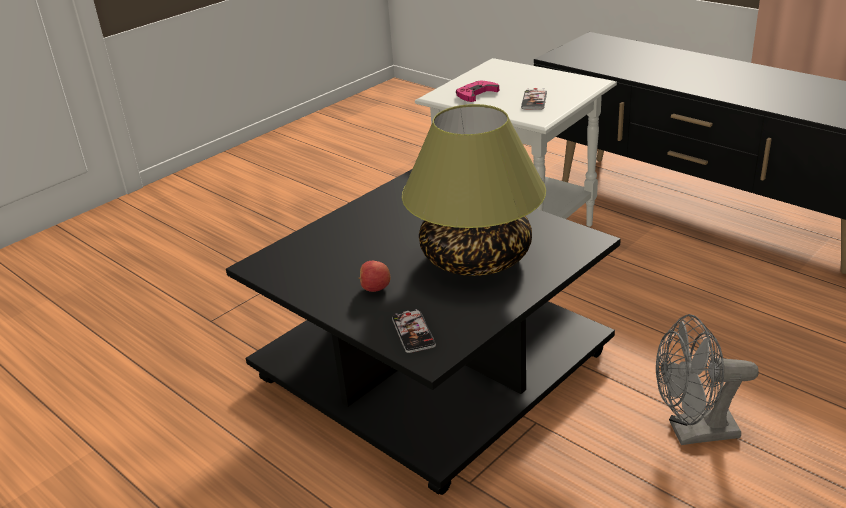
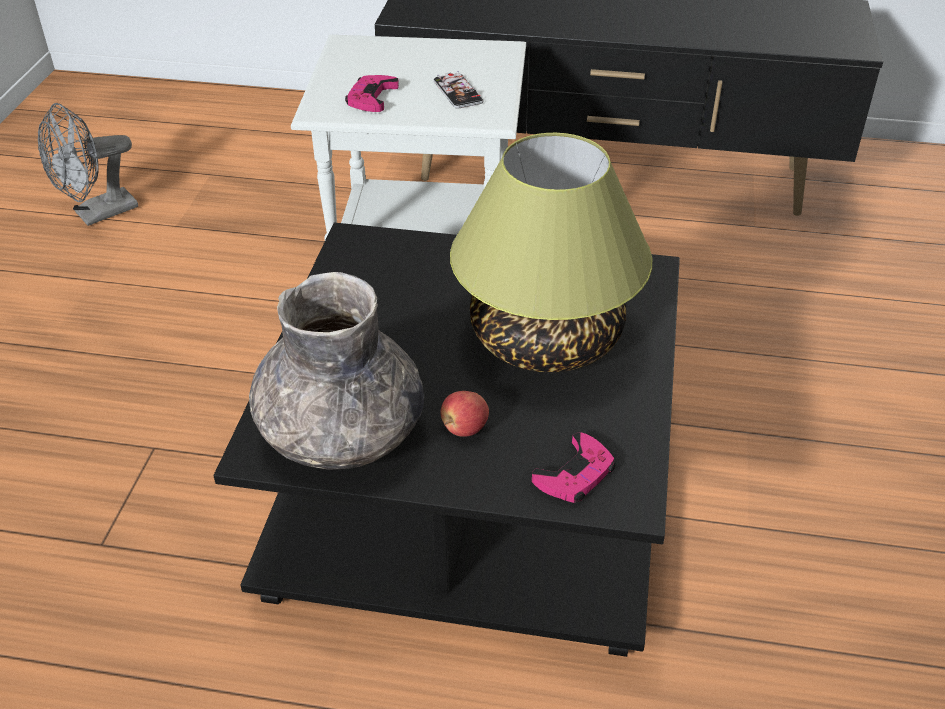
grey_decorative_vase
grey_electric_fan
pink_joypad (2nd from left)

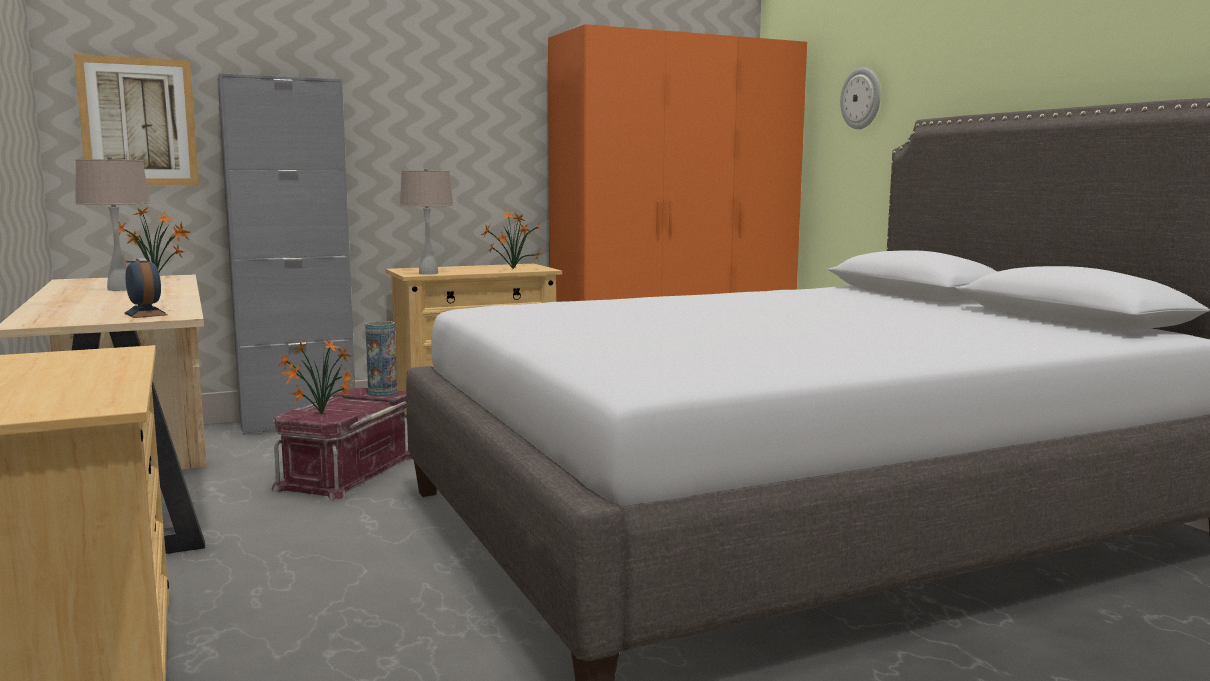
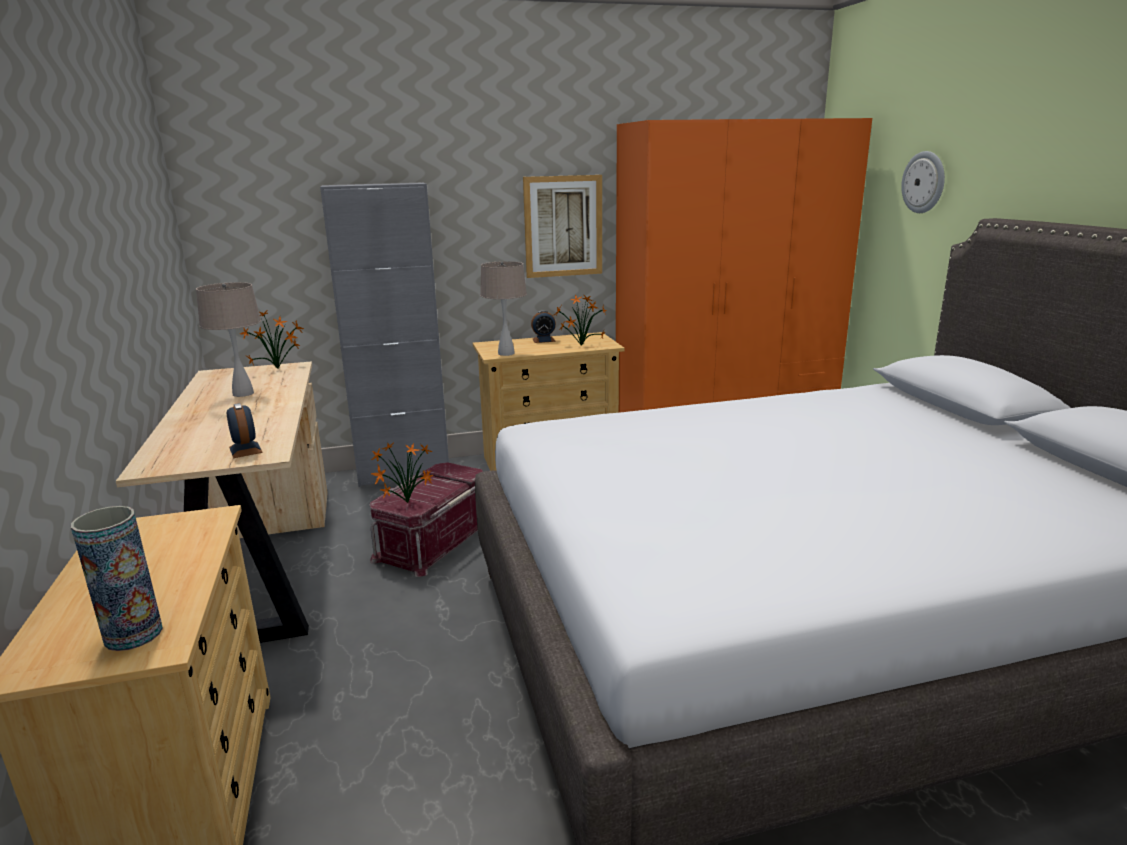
bedside_clock (2nd from left)
picture
decorative_vase

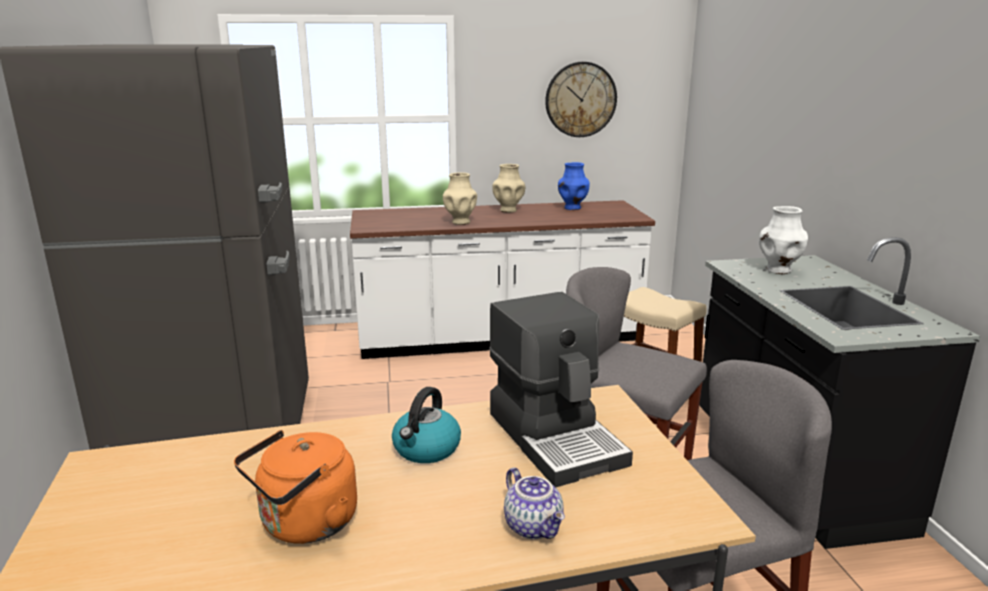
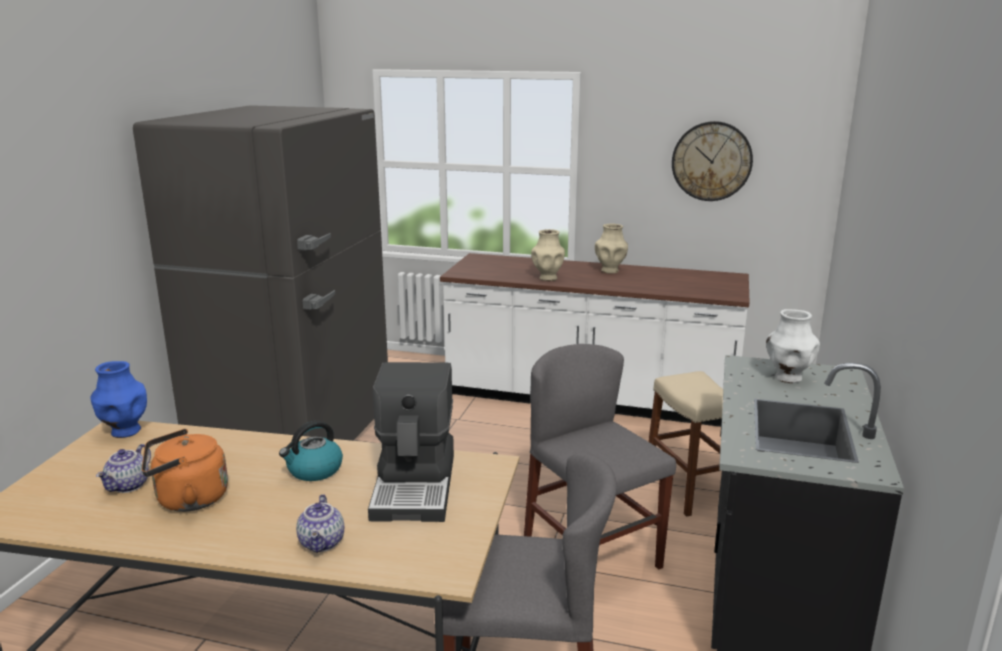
tea_pot (1st from left)
blue-coloured_decorative_vase

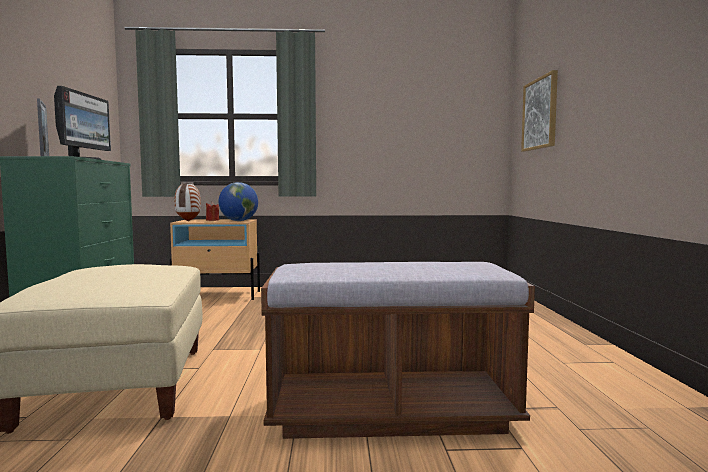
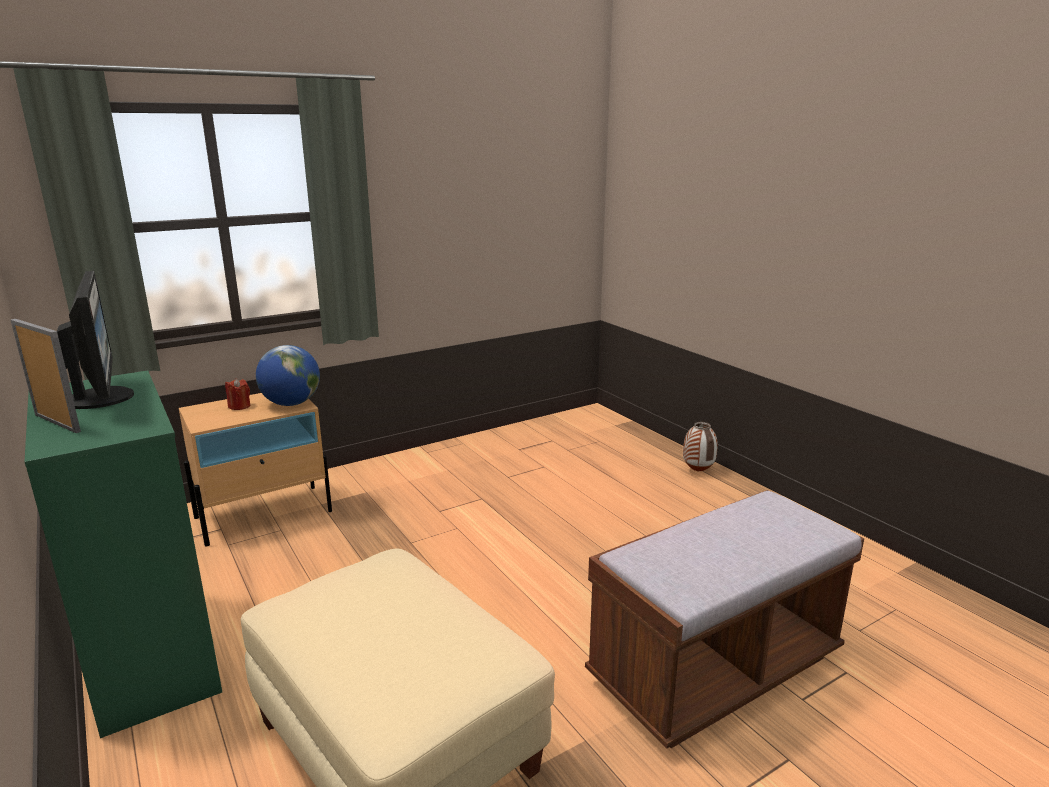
picture
decorative_vase

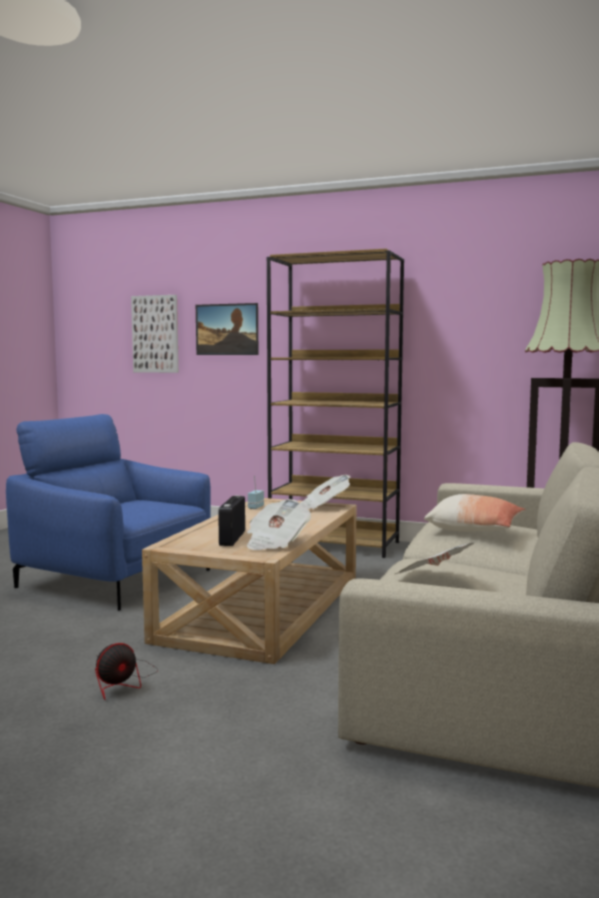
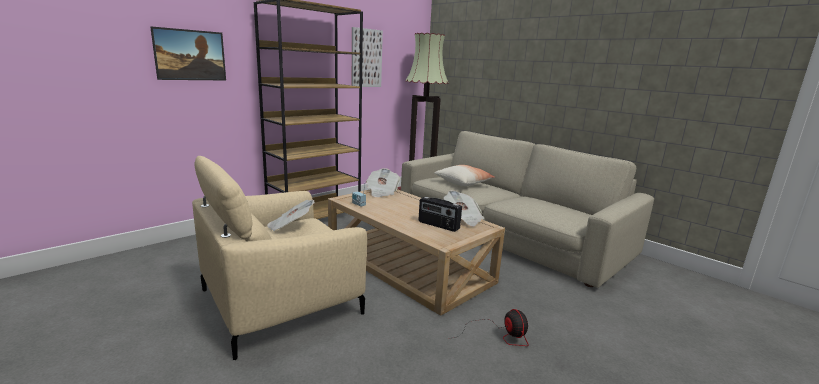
picture (2nd from left)
newspaper (1st from left)
sand-coloured_armchair

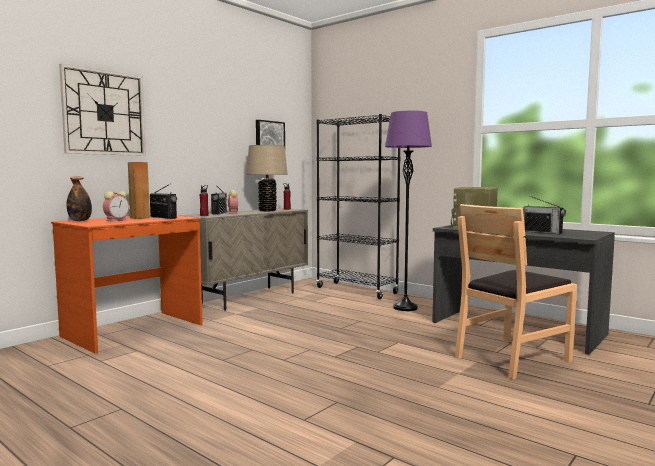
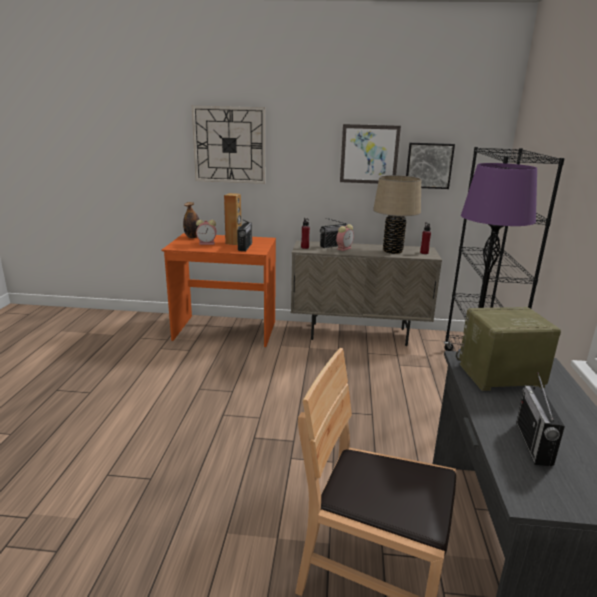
picture (1st from left)

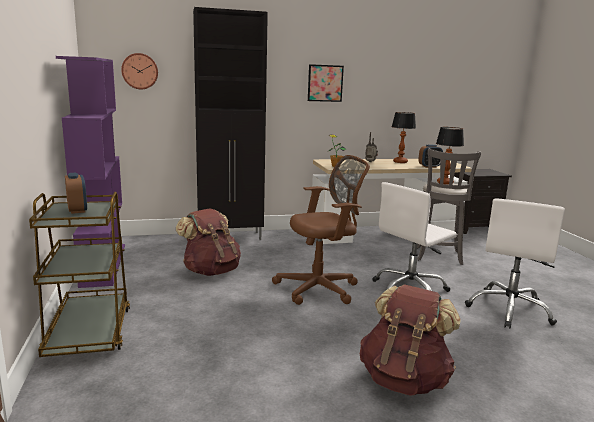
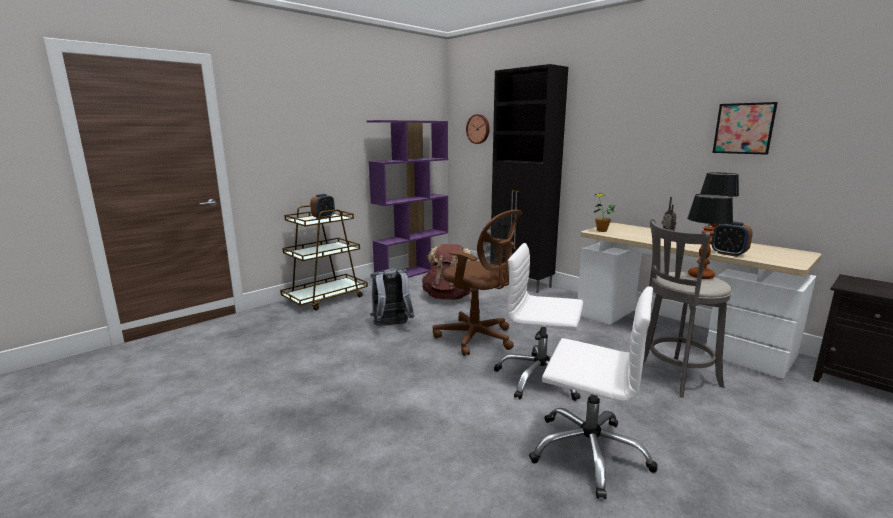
brown_backpack (2nd from left in the first image)
grey_backpack
picture
whitish_desk_chair (2nd from left)

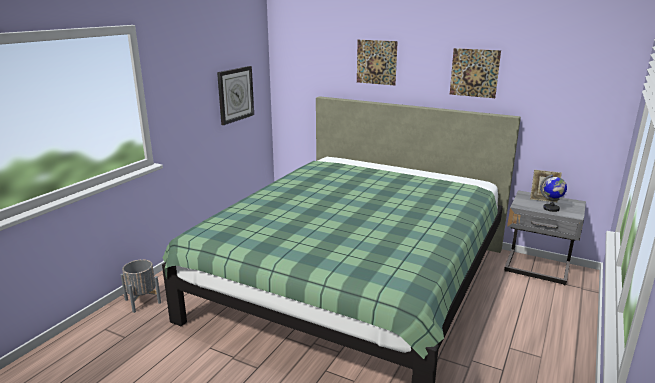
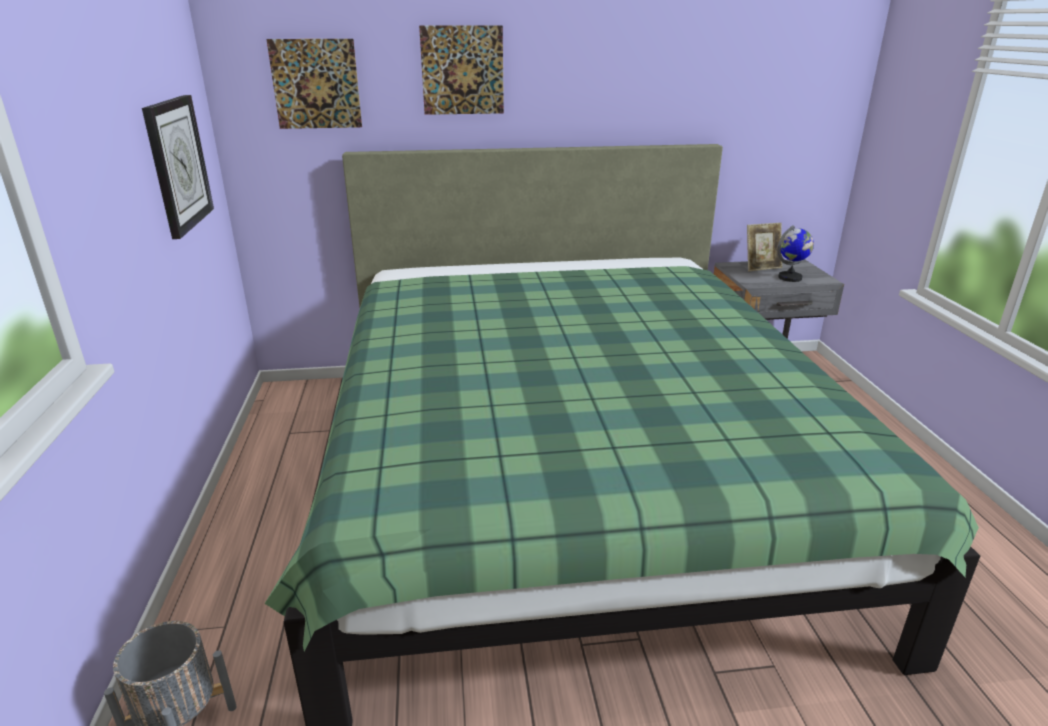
picture (1st from left)

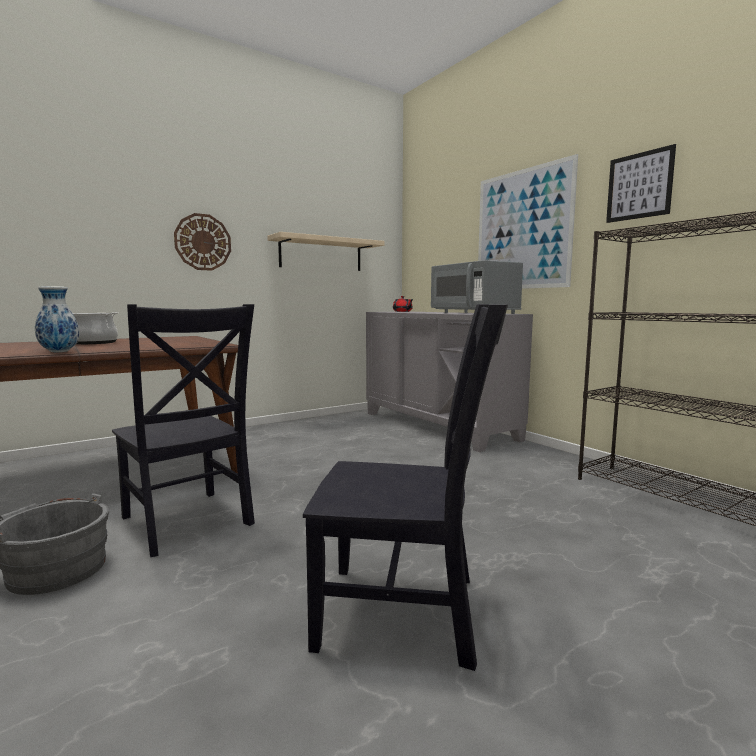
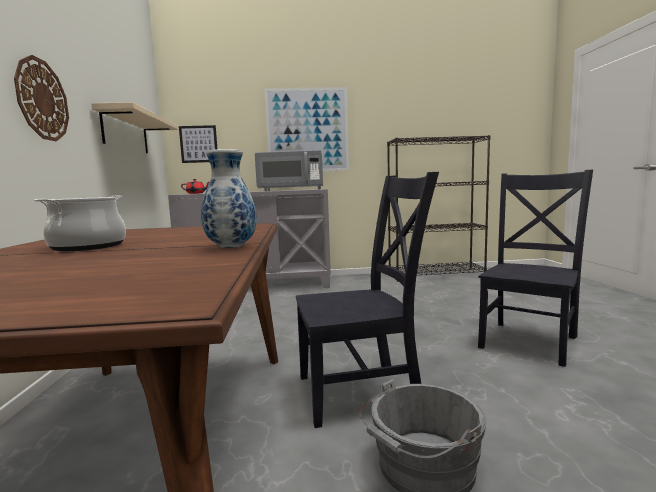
picture (1st from left)

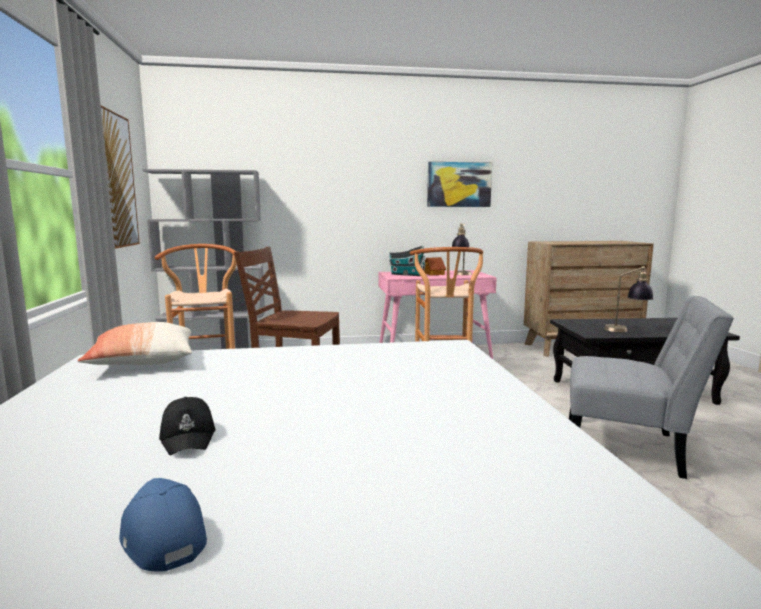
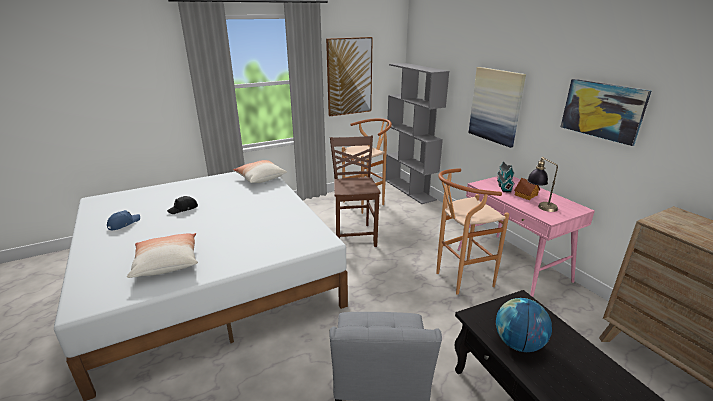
throw_pillow (1st from left)
picture (2nd from left)
desk_globe

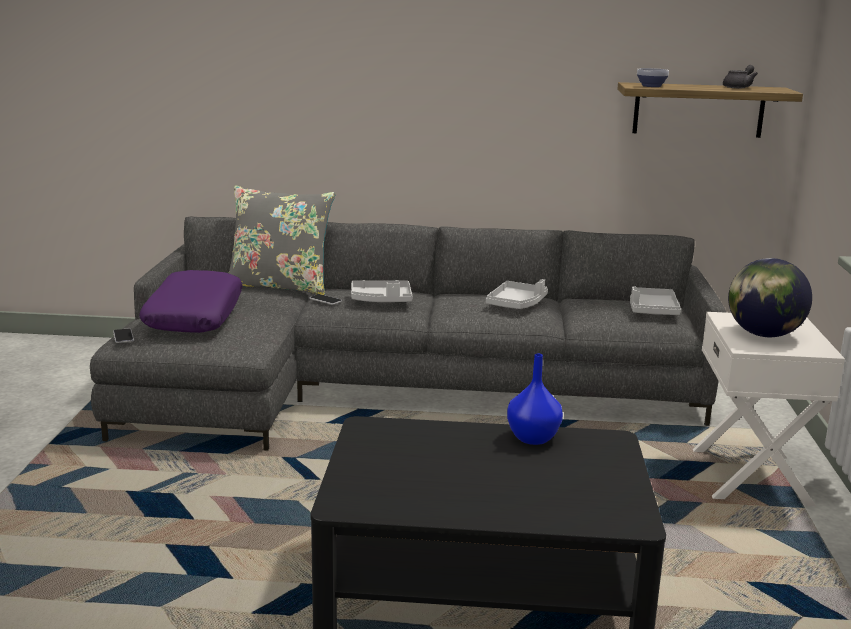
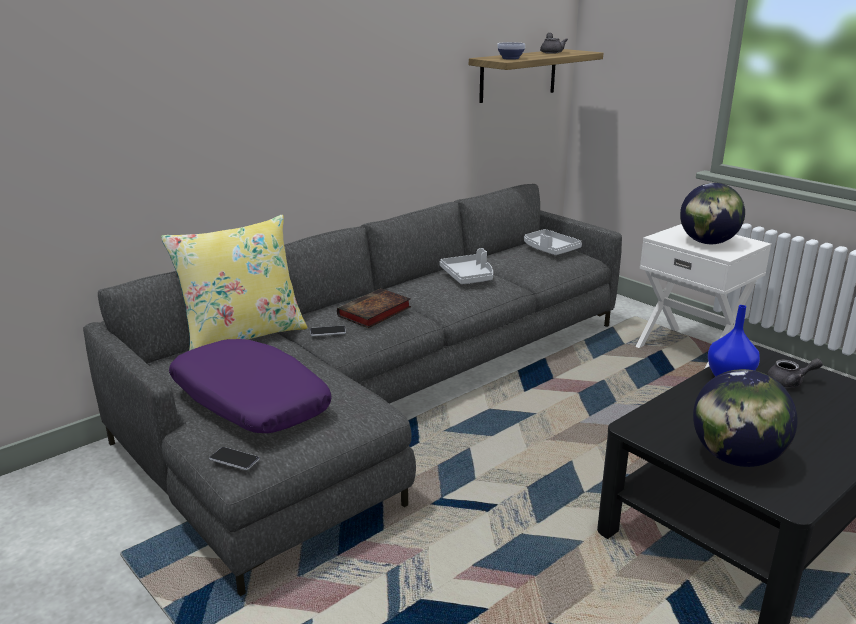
desk_globe (2nd from left)
grey_tea_pot (2nd from left)
volume
yellow_throw_pillow

